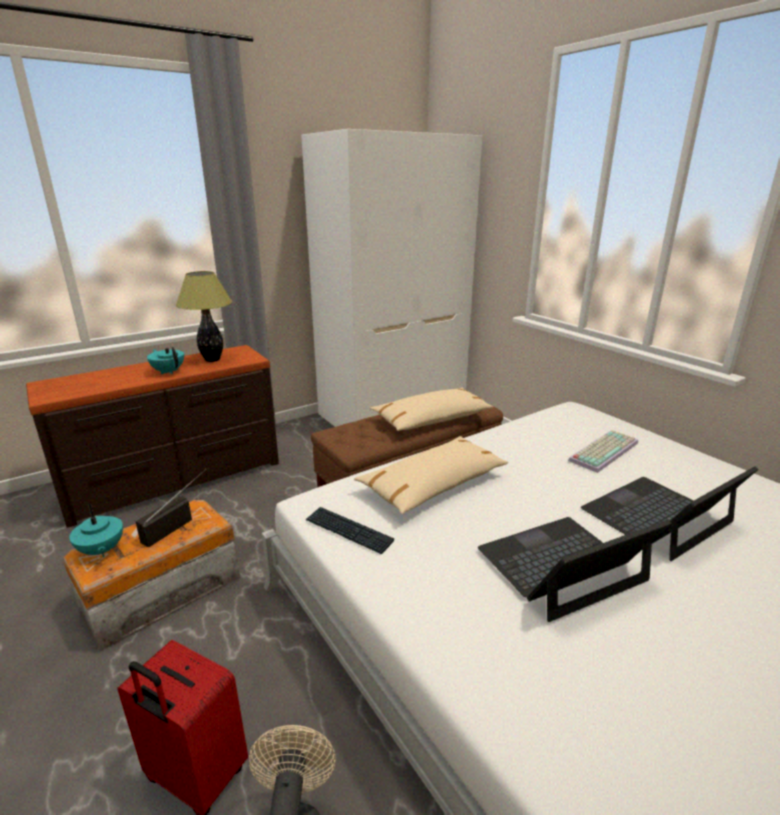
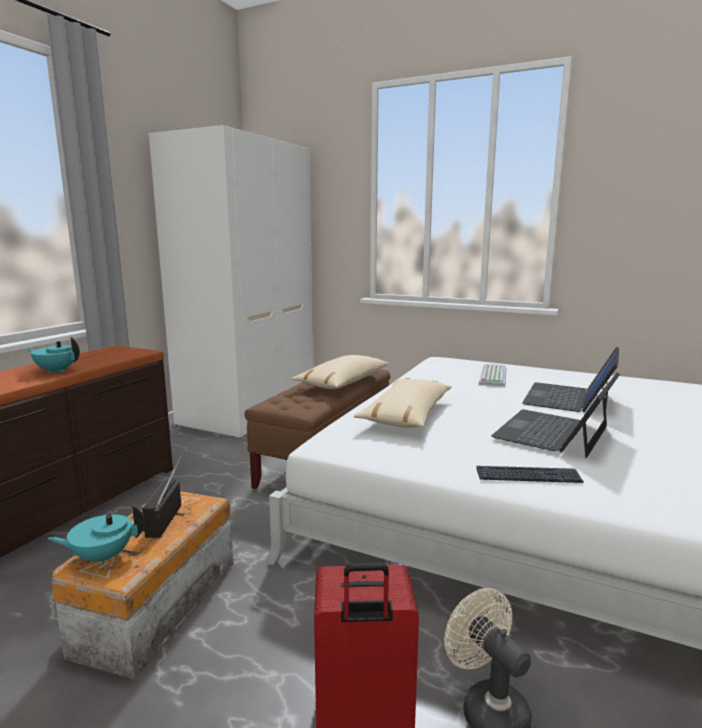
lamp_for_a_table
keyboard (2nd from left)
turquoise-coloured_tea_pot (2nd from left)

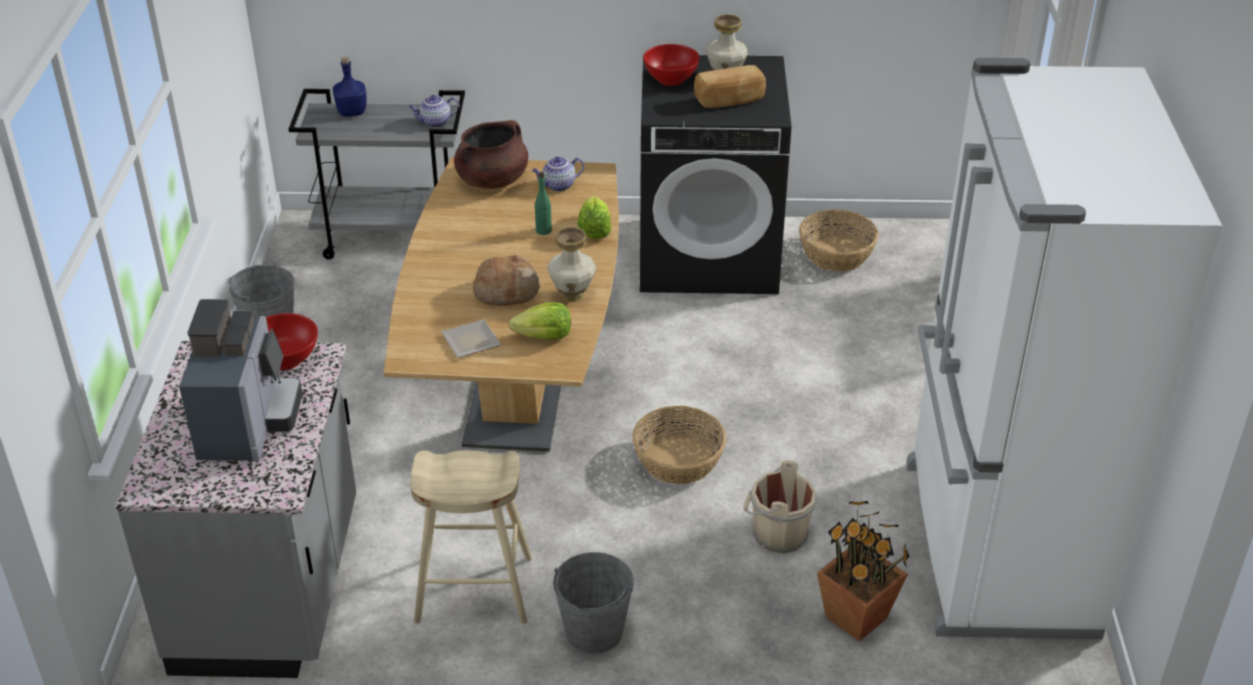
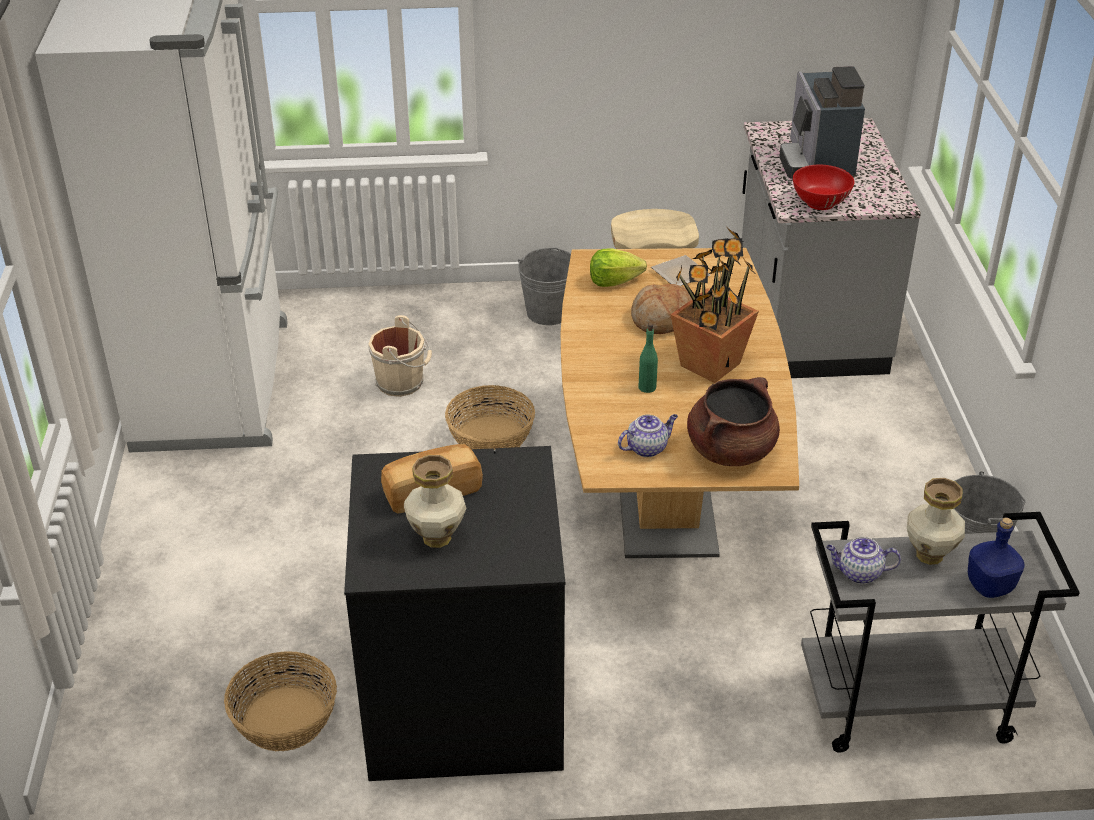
head_of_lettuce (2nd from left in the first image)
reddish_serving_bowl (2nd from left in the first image)
decorative_vase (2nd from left)
plant_in_a_pot
tea_pot (2nd from left)

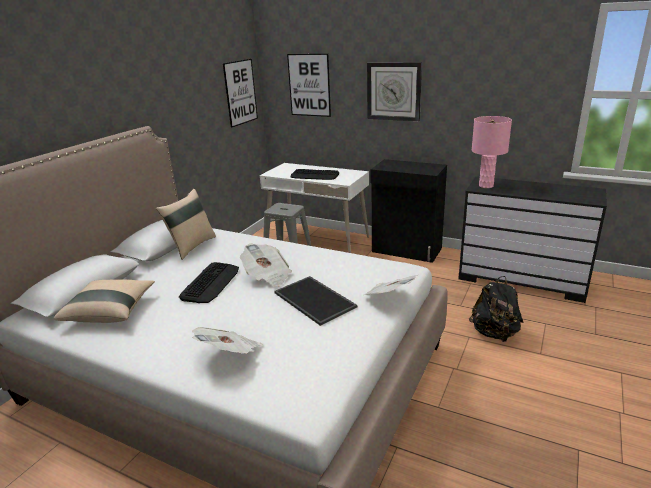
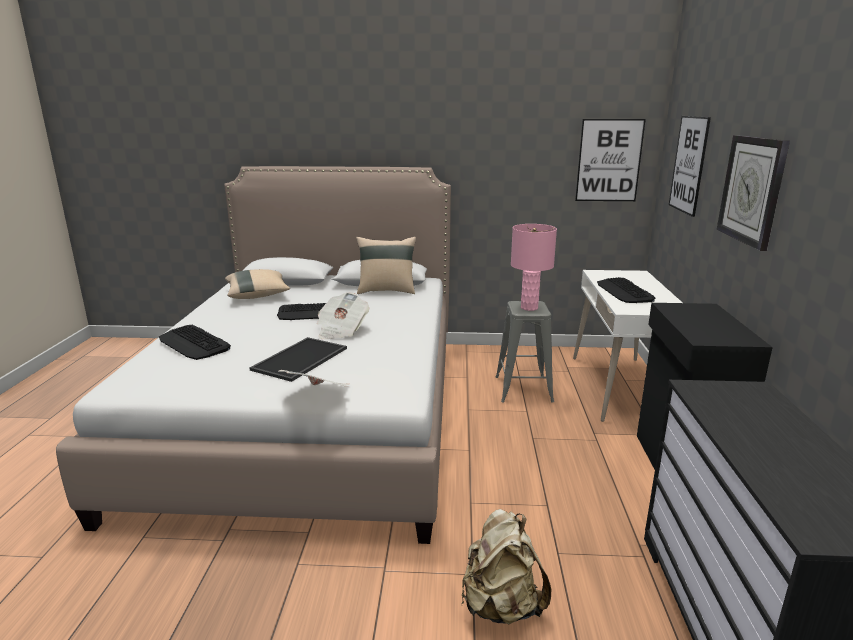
pink_lamp_for_a_table
keyboard (1st from left)
sand-coloured_backpack

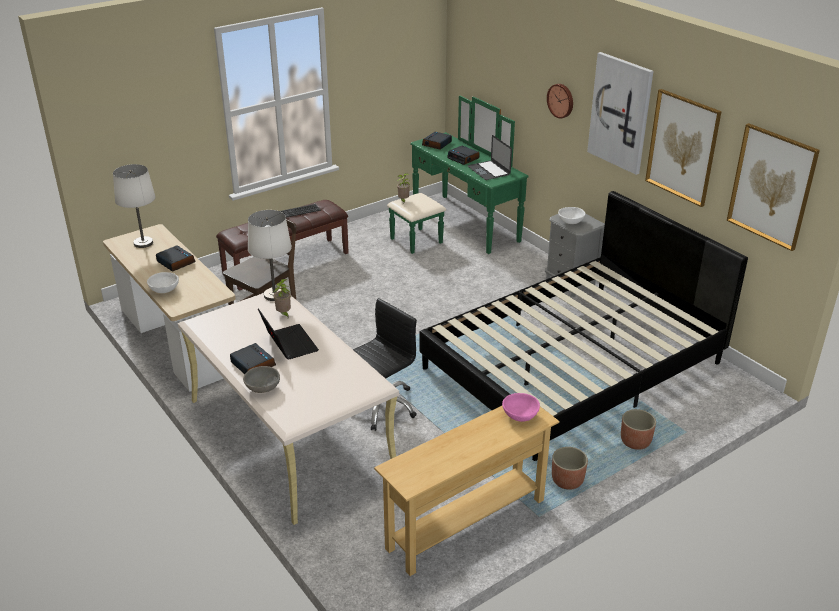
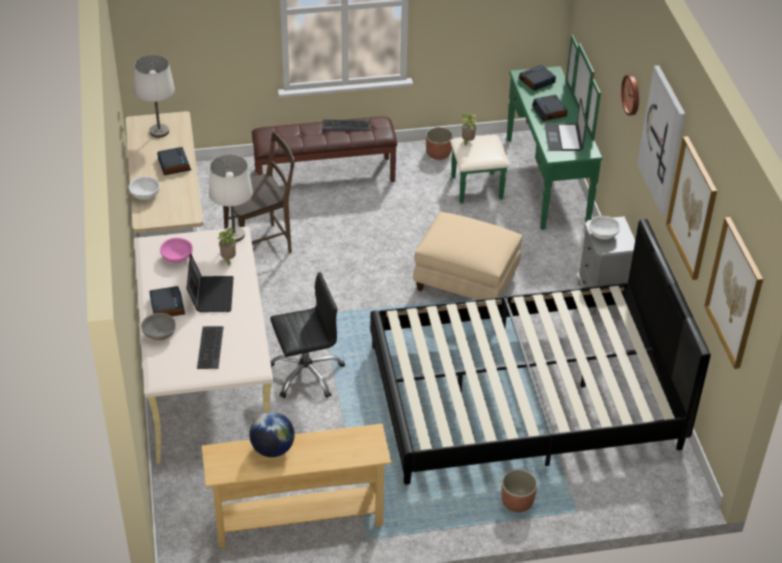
keyboard (1st from left)
desk_globe
sand-coloured_footrest
pink_serving_bowl
planter (1st from left)

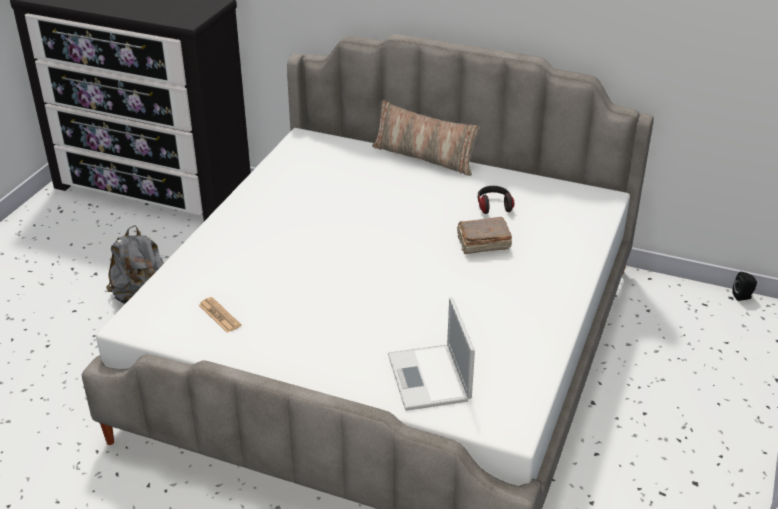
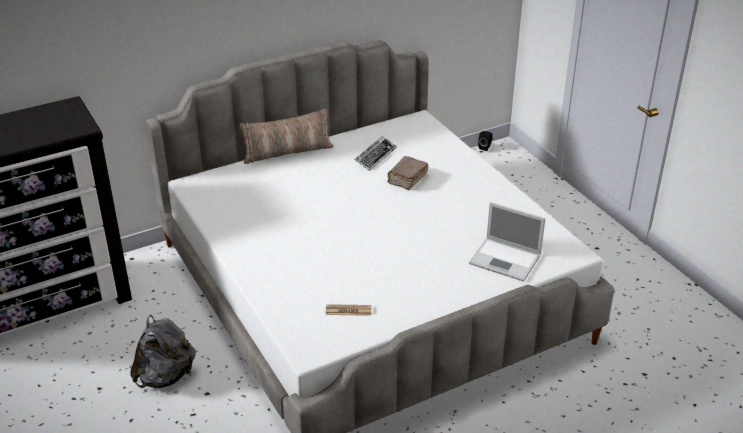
keyboard

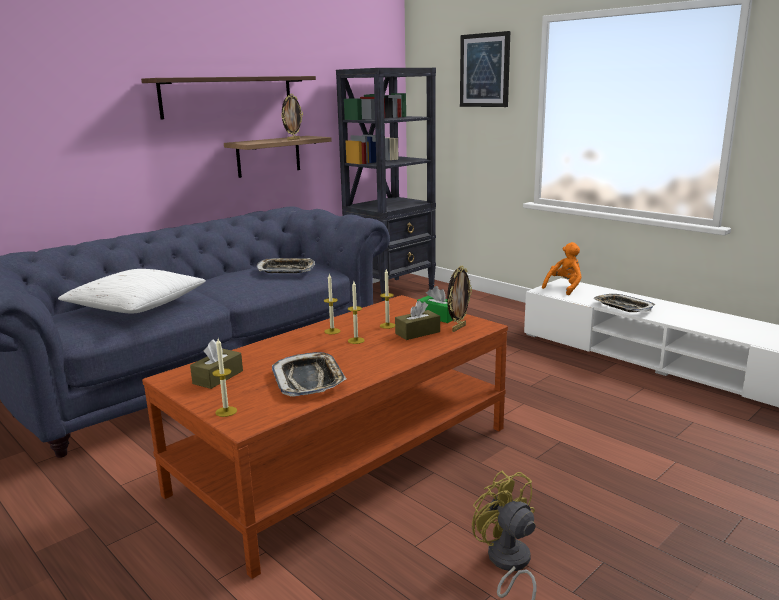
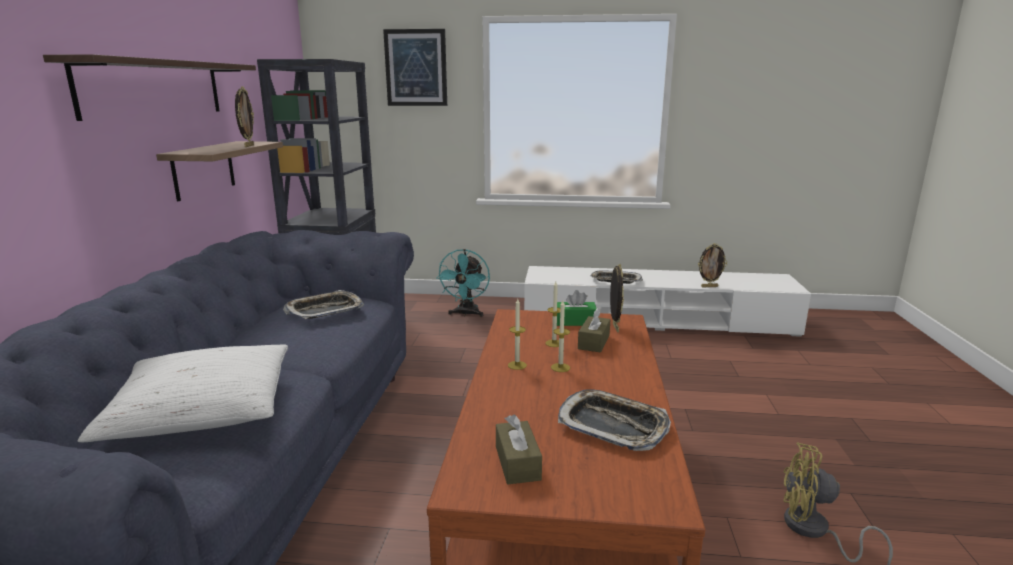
wax_candle (1st from left in the first image)
orangey_soft_toy
turquoise-coloured_electric_fan
picture_frame (3rd from left)

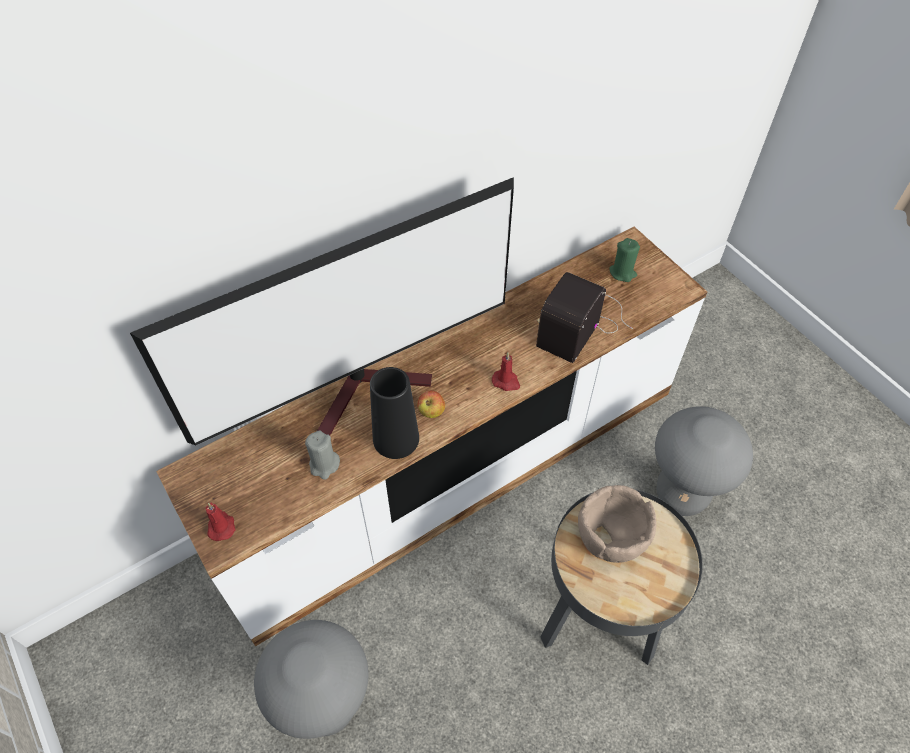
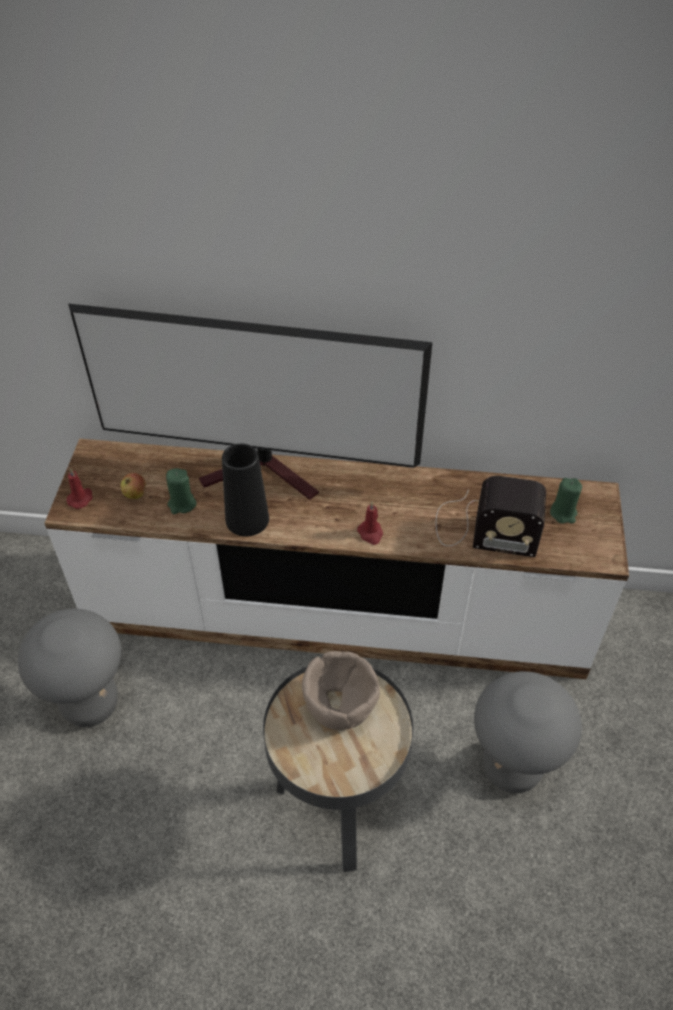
whole_apple
green-coloured_wax_candle (1st from left)
radio_set

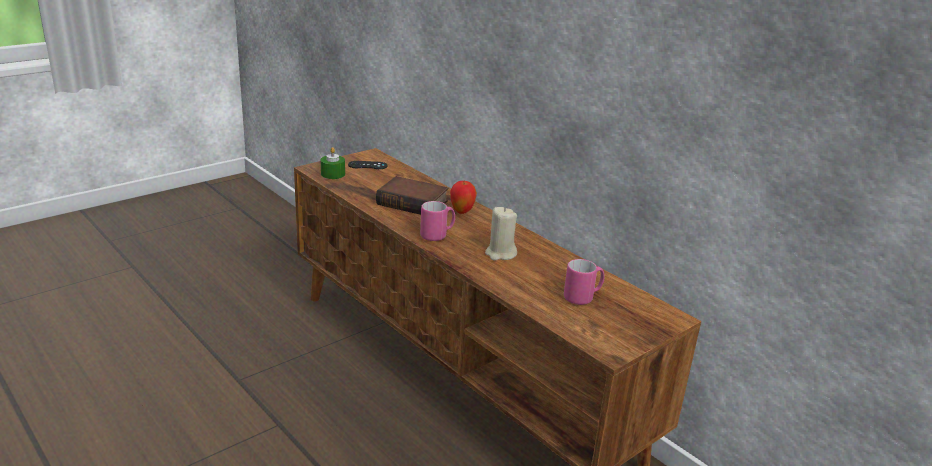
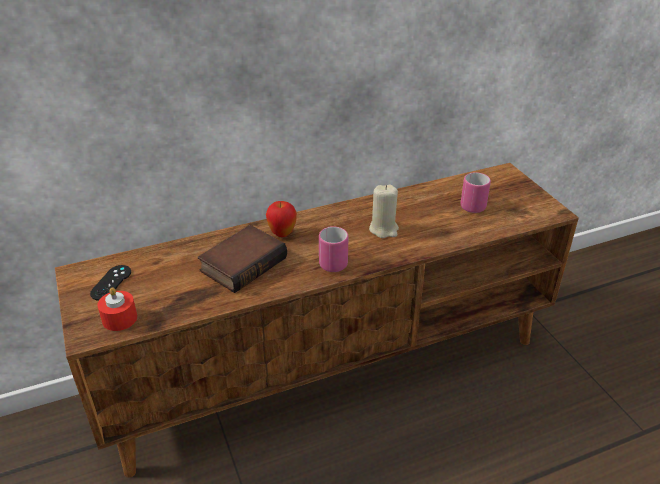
reddish_wax_candle

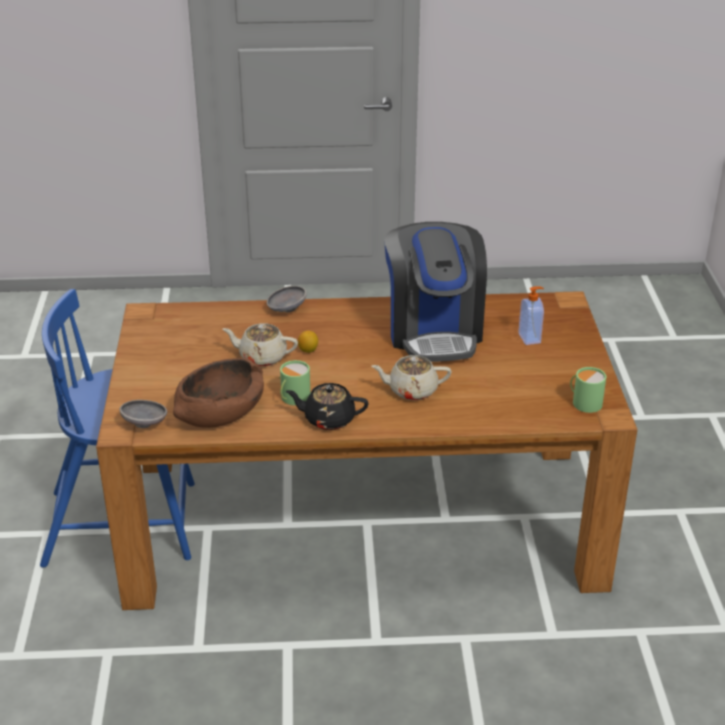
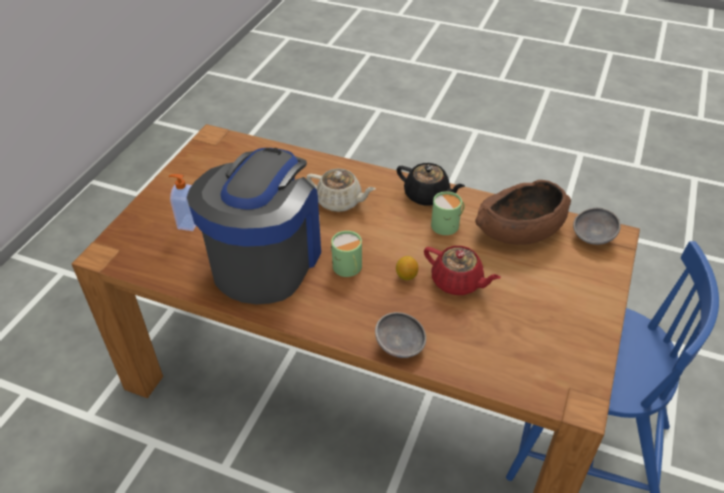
green-coloured_tea_mug (1st from left)
reddish_tea_pot

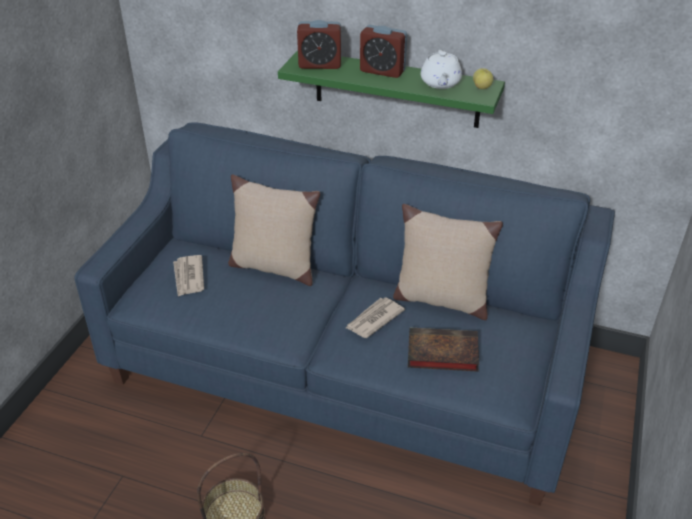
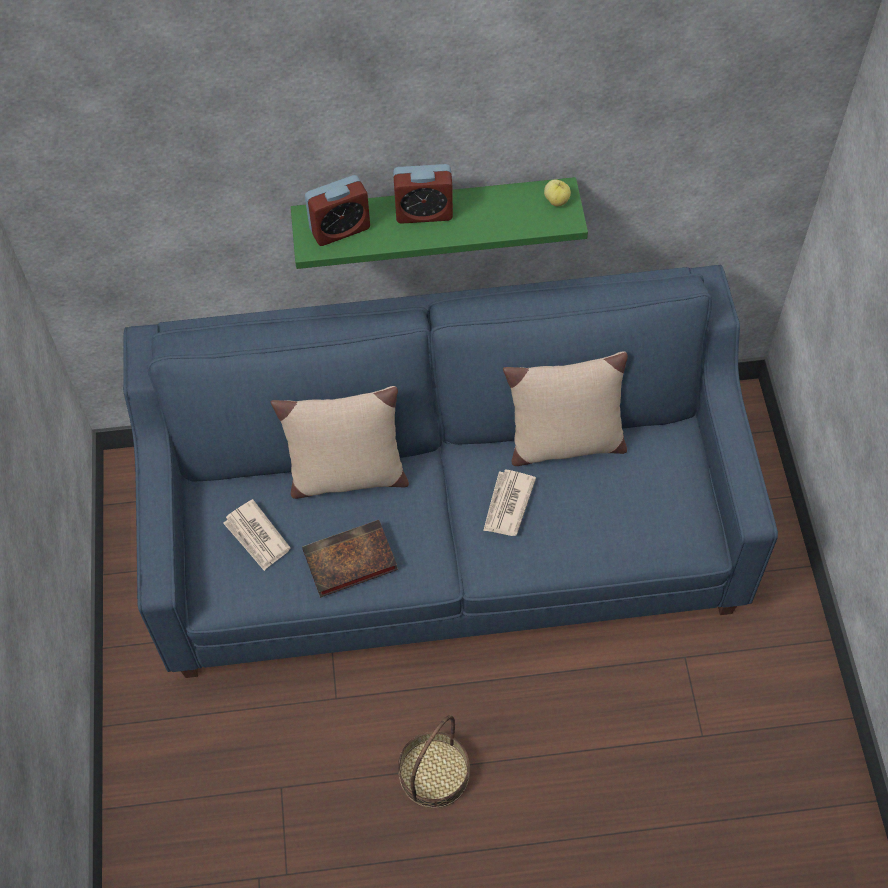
whitish_tea_pot
volume

